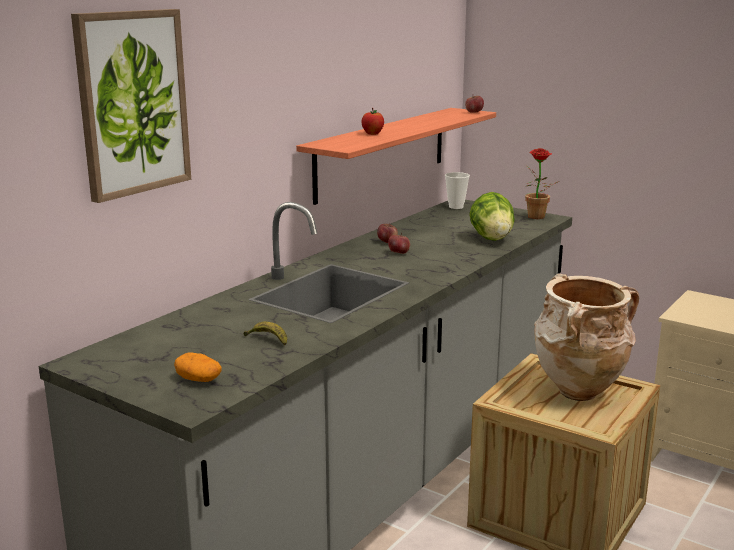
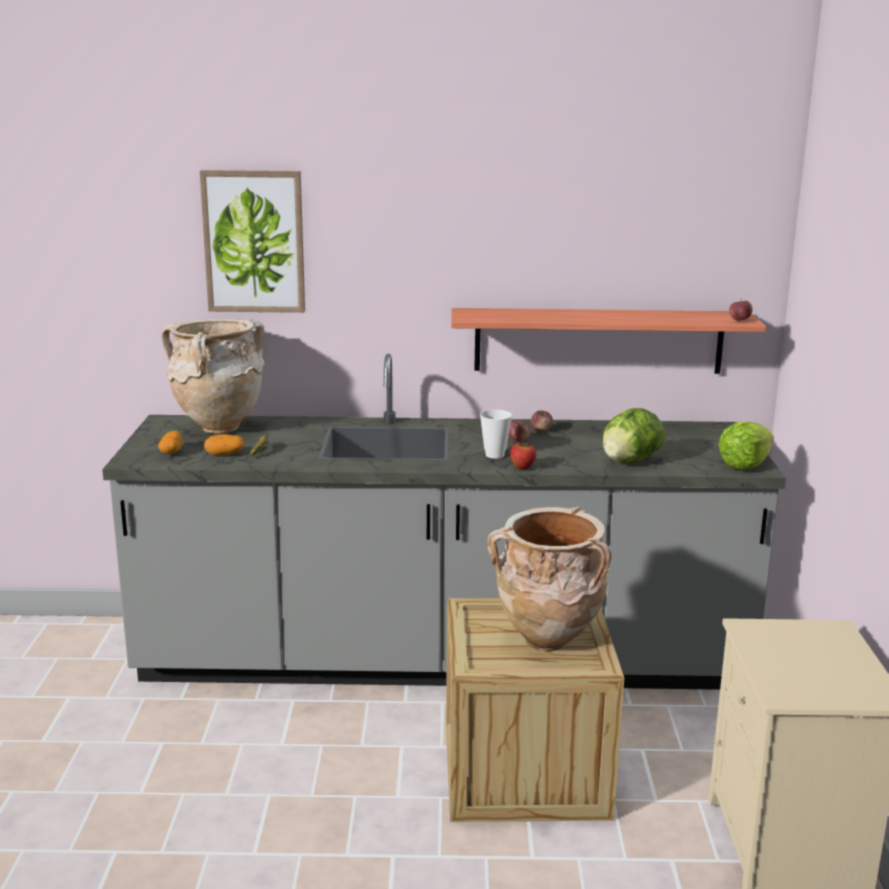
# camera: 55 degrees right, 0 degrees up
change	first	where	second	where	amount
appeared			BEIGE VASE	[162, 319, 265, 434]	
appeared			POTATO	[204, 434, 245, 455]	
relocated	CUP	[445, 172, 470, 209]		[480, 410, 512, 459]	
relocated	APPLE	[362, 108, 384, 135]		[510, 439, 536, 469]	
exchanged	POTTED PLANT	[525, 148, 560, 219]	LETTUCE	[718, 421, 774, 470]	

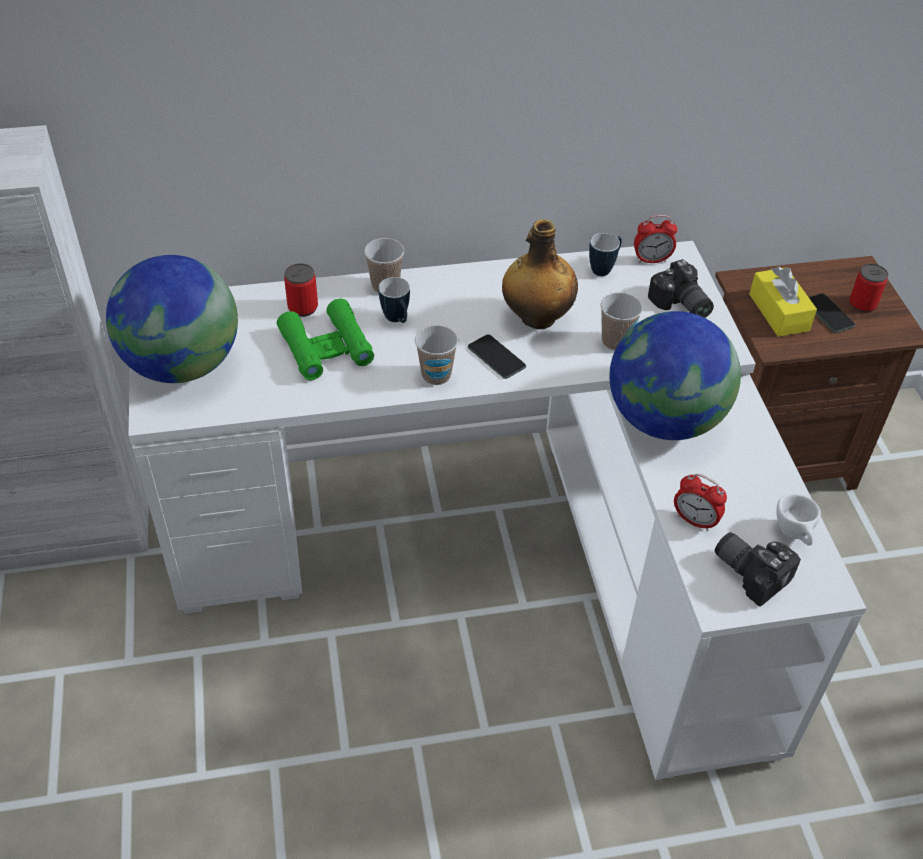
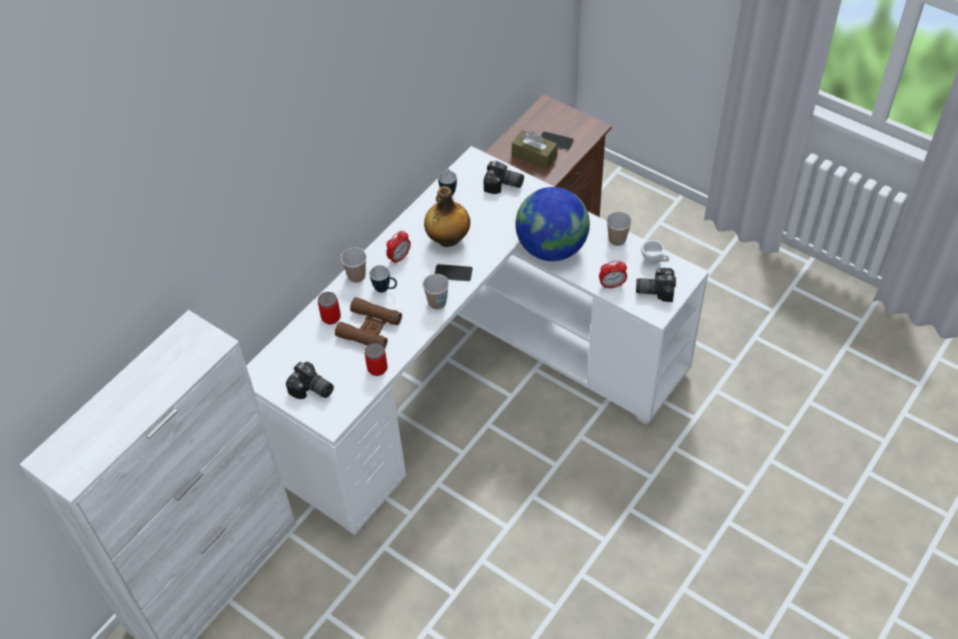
# camera: 40 degrees left, 5 degrees up
change	first	where	second	where	amount
exchanged	GLOBE	[106, 255, 238, 383]	PHOTO CAMERA	[286, 362, 334, 399]	
colour	GREEN BINOCULARS	[277, 299, 374, 380]	BROWN BINOCULARS	[335, 297, 402, 349]	
relocated	CAN	[849, 264, 888, 313]		[365, 343, 388, 376]	
relocated	ALARM CLOCK	[634, 215, 677, 263]		[386, 230, 411, 264]	
colour	YELLOW TISSUE BOX	[749, 267, 817, 337]	BROWN TISSUE BOX	[512, 130, 558, 170]	
relocated	CUP	[601, 292, 643, 351]		[606, 211, 632, 246]	

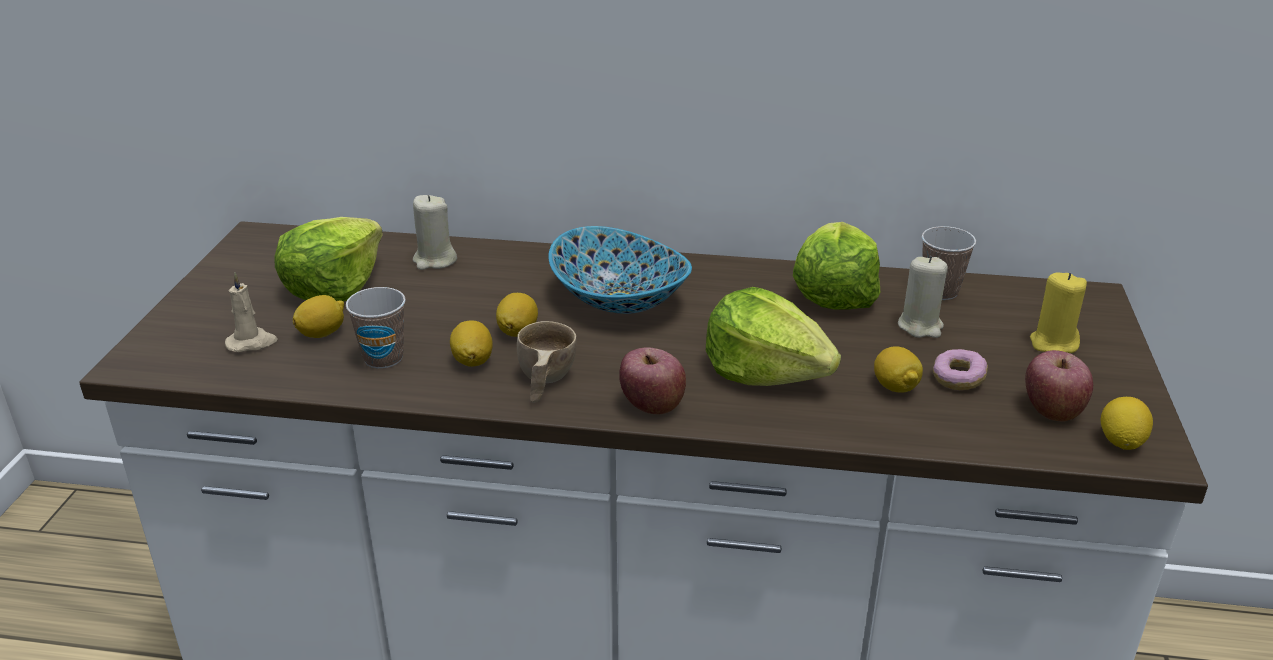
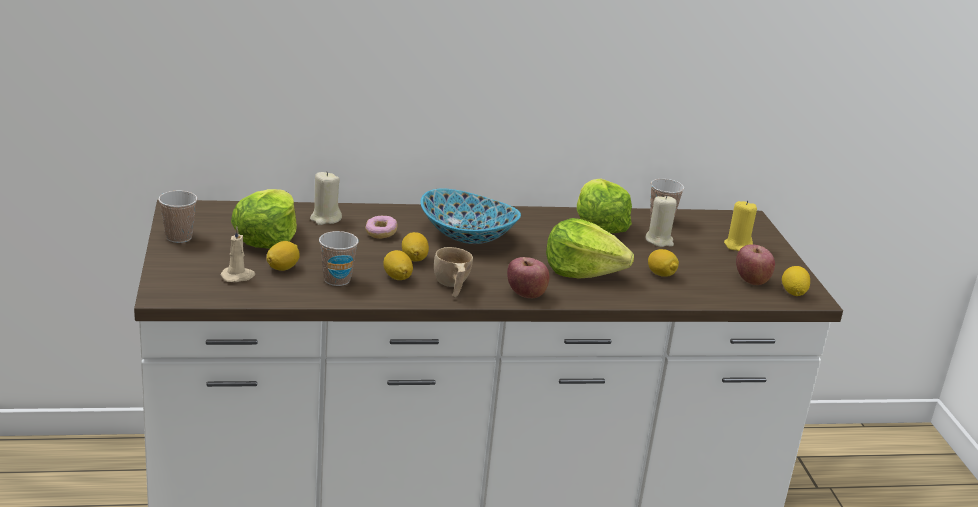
# camera: 20 degrees left, 5 degrees down
change	first	where	second	where	amount
appeared			CUP	[159, 191, 197, 243]	
relocated	DONUT	[933, 349, 988, 390]		[365, 216, 398, 239]	

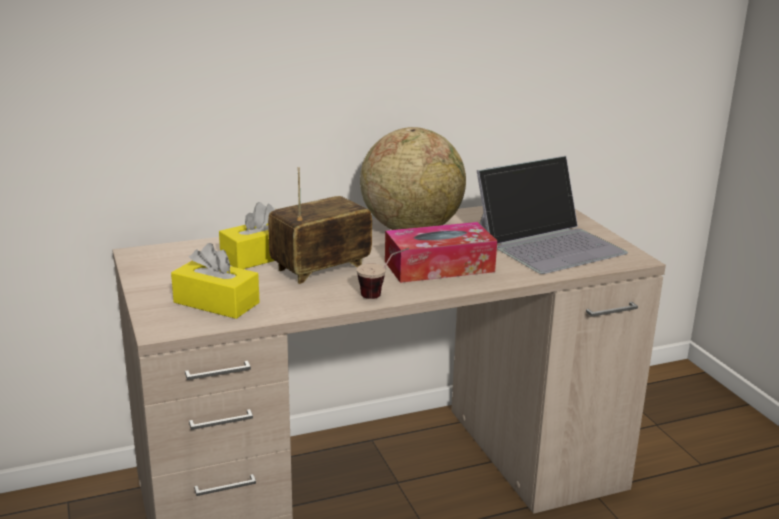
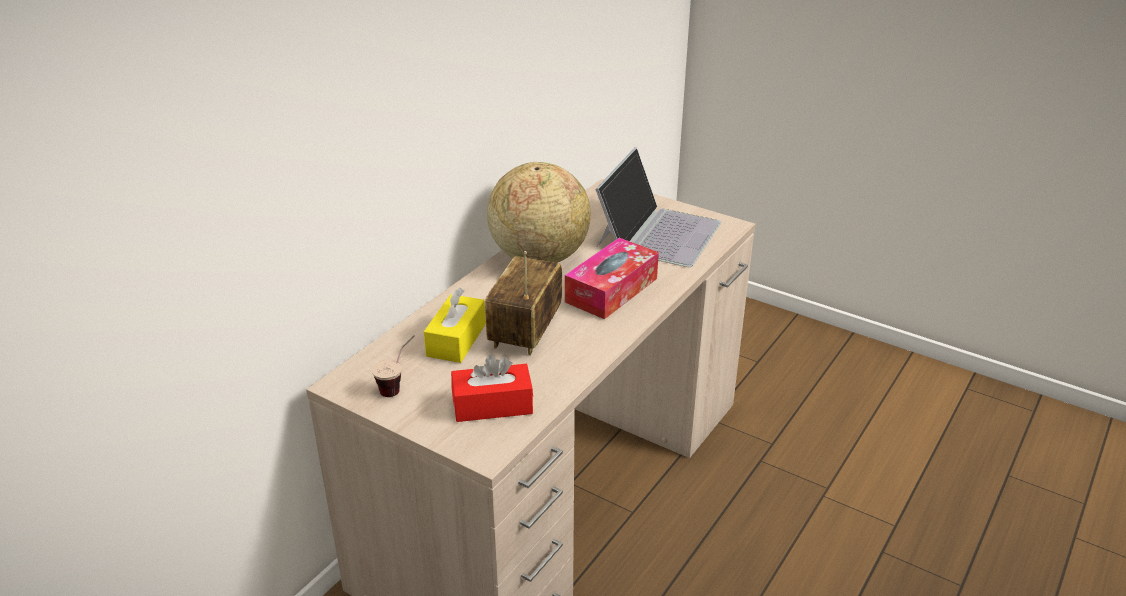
# camera: 35 degrees left, 10 degrees up
change	first	where	second	where	amount
relocated	CUP	[357, 248, 409, 299]		[372, 335, 415, 397]	
colour	YELLOW TISSUE BOX	[171, 243, 260, 319]	RED TISSUE BOX	[451, 354, 533, 422]	

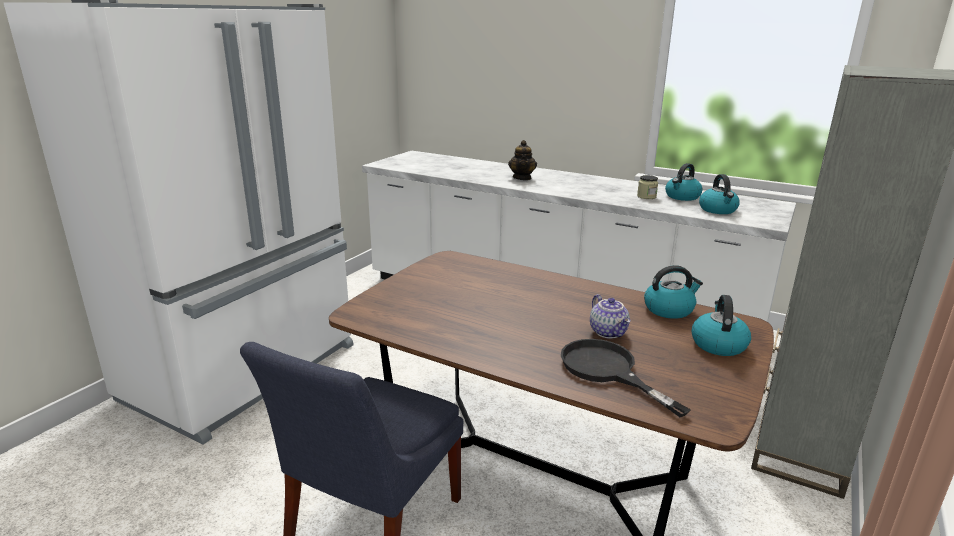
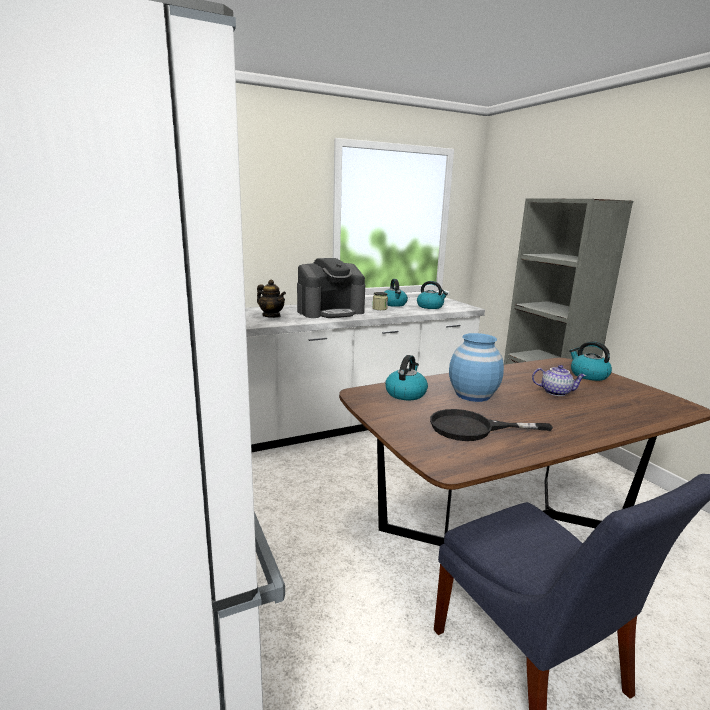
# camera: 55 degrees left, 5 degrees down
change	first	where	second	where	amount
appeared			COFFEE MACHINE	[297, 258, 365, 318]	
relocated	KETTLE	[644, 265, 703, 319]		[385, 355, 428, 400]	
relocated	BLACK FRYING PAN	[561, 339, 691, 417]		[430, 409, 553, 441]	
appeared			BLUE VASE	[449, 333, 504, 402]	

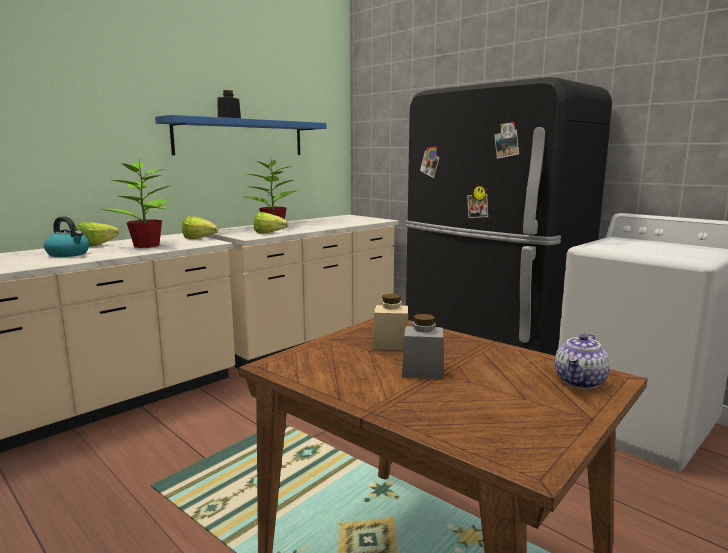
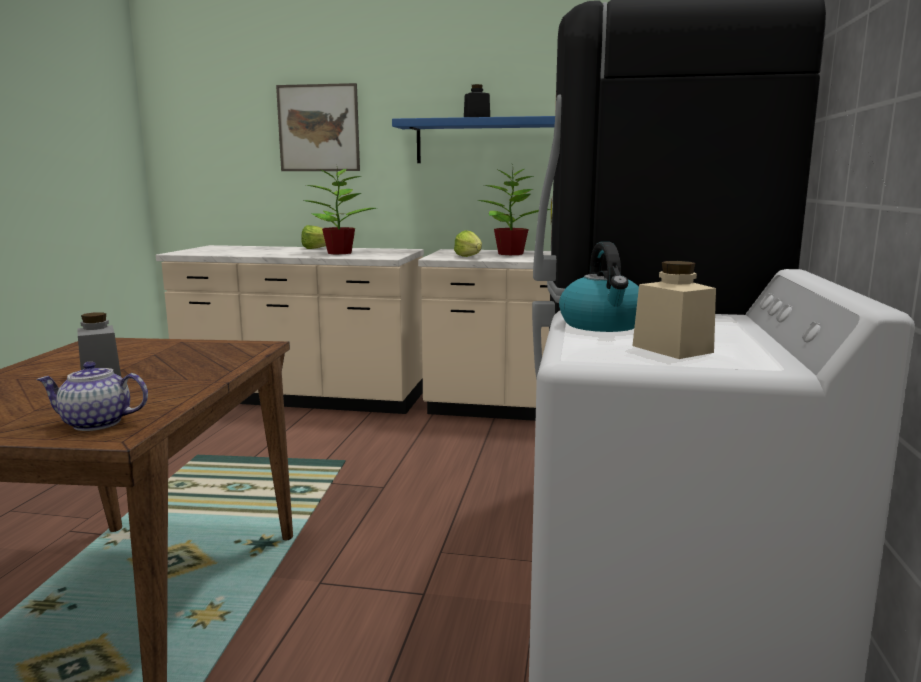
# camera: 55 degrees right, 0 degrees up
change	first	where	second	where	amount
appeared			PICTURE	[276, 83, 360, 171]	
relocated	KETTLE	[44, 216, 89, 257]		[559, 242, 639, 332]	
relocated	BEIGE JAR	[372, 294, 408, 350]		[632, 261, 716, 359]	
missing	LETTUCE	[182, 216, 219, 239]			

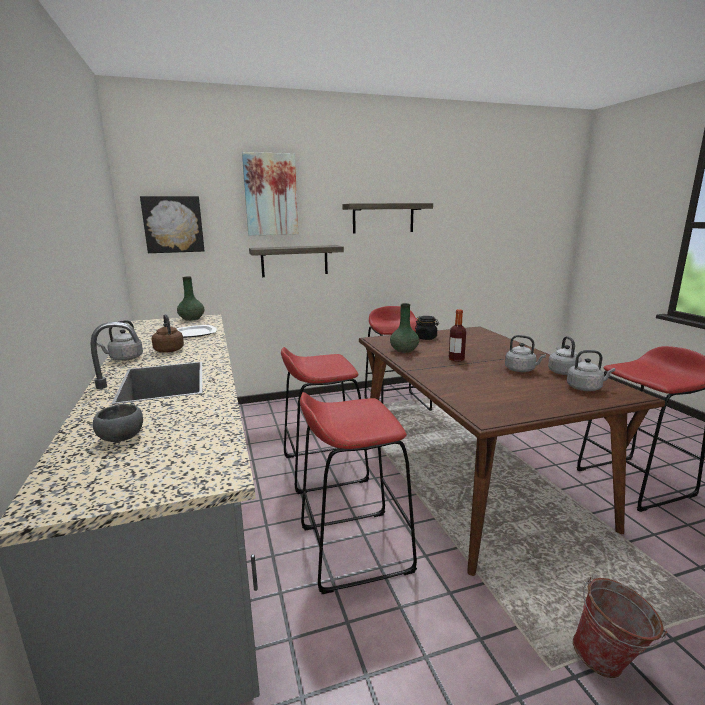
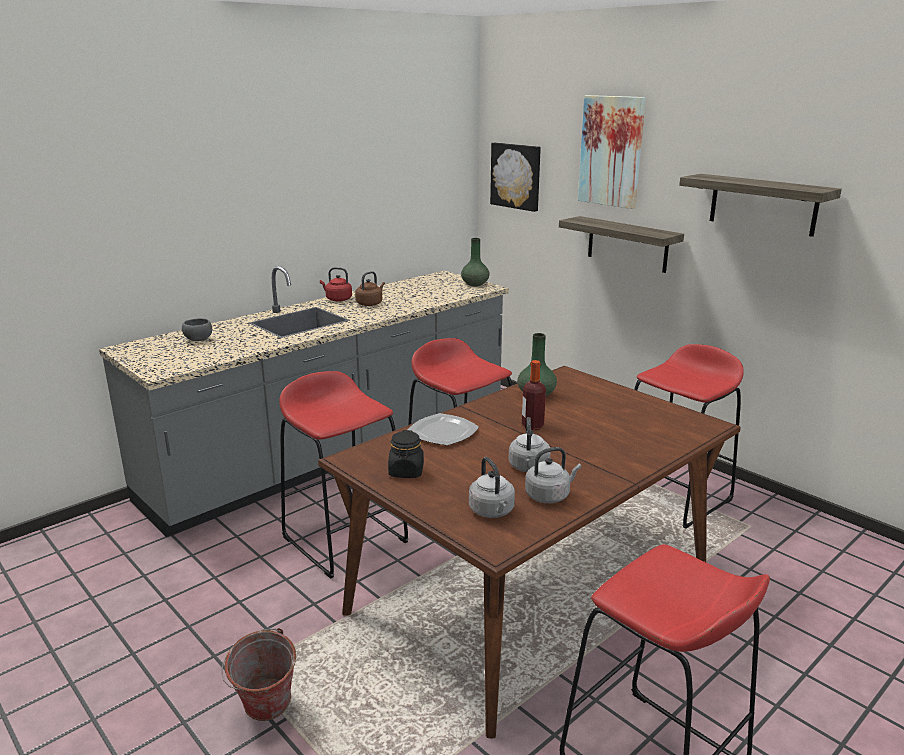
# camera: 65 degrees right, 5 degrees up
change	first	where	second	where	amount
colour	GREY KETTLE	[96, 320, 143, 361]	RED KETTLE	[320, 267, 352, 302]	
relocated	BLACK JAR	[415, 316, 439, 340]		[388, 430, 424, 478]	
relocated	PLATE	[176, 325, 217, 338]		[408, 413, 479, 446]	

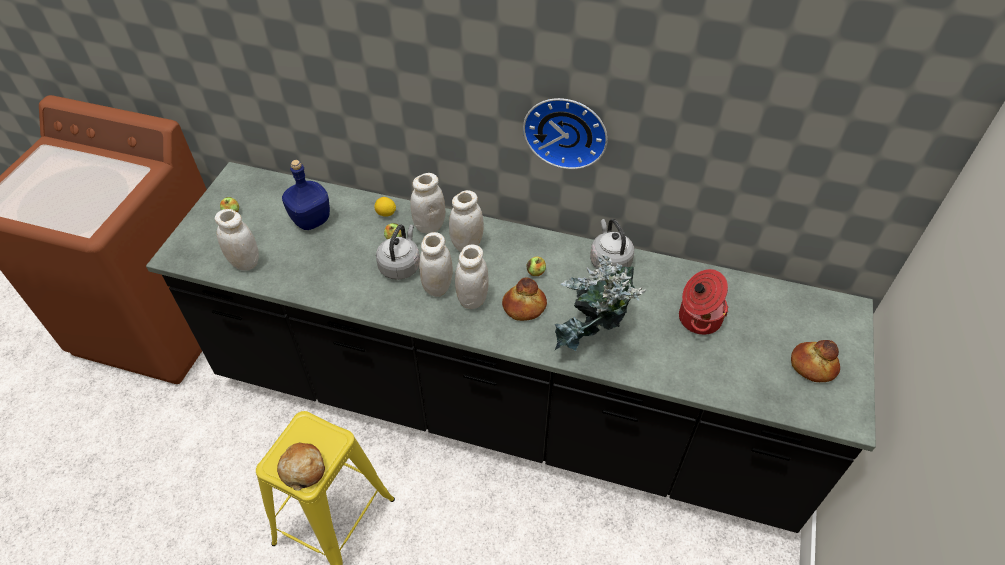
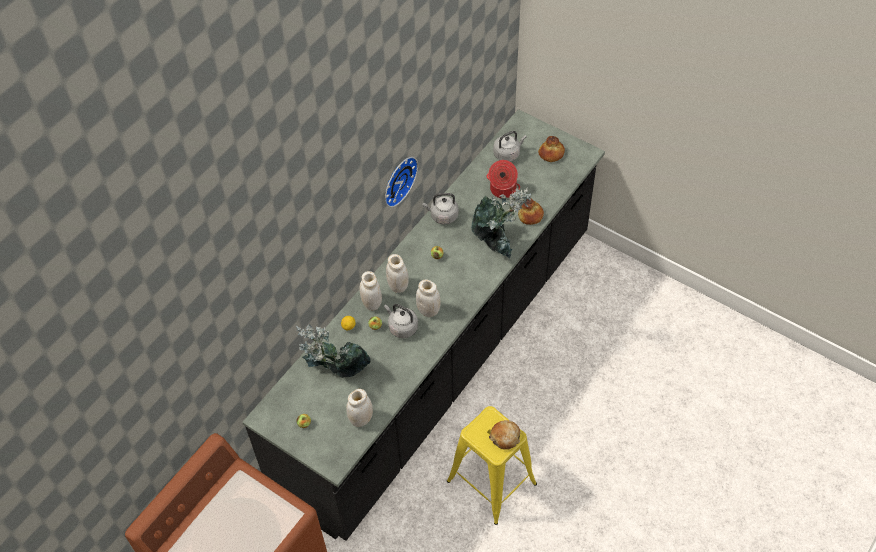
# camera: 70 degrees left, 5 degrees up
change	first	where	second	where	amount
exchanged	BLUE BOTTLE	[282, 160, 330, 230]	POTTED PLANT	[296, 324, 371, 378]	
appeared			GREY KETTLE	[493, 131, 527, 162]	
relocated	BREAD	[502, 277, 547, 321]		[518, 198, 544, 225]	
missing	WHITE JAR	[455, 245, 489, 309]			

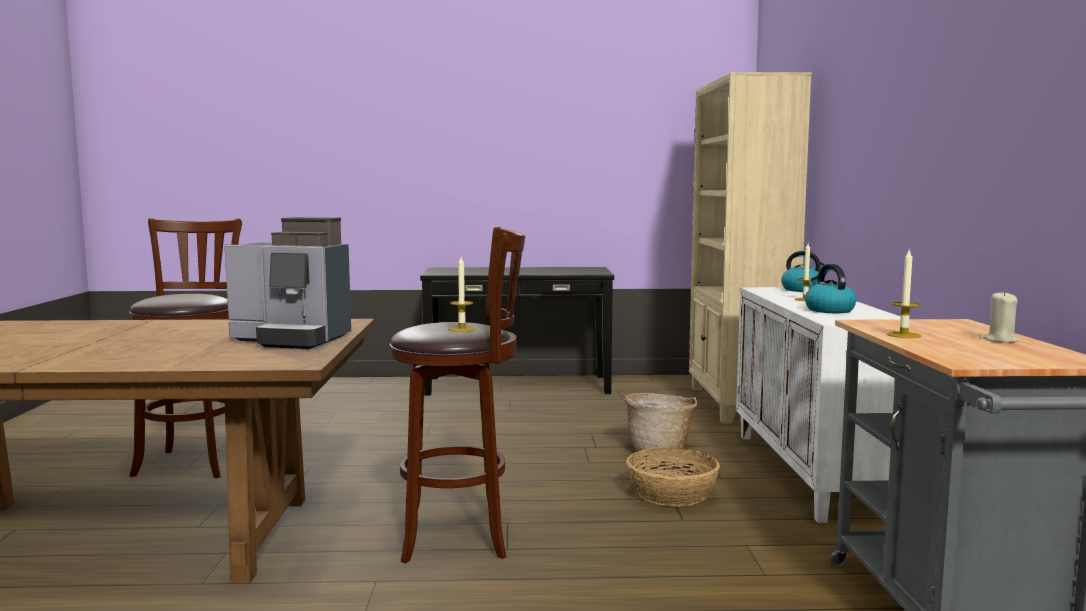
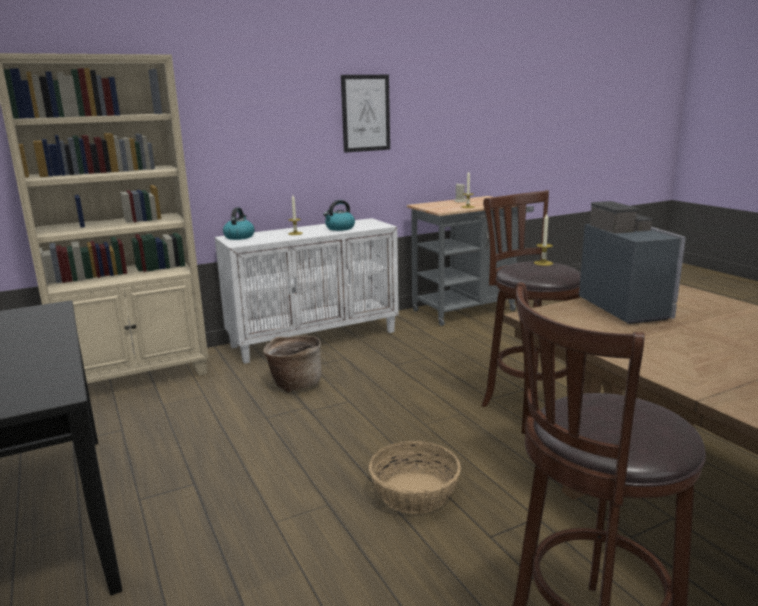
# camera: 115 degrees left, 10 degrees up
change	first	where	second	where	amount
appeared			PICTURE	[341, 75, 390, 153]	
relocated	BASKET	[626, 447, 720, 507]		[369, 441, 461, 514]	

